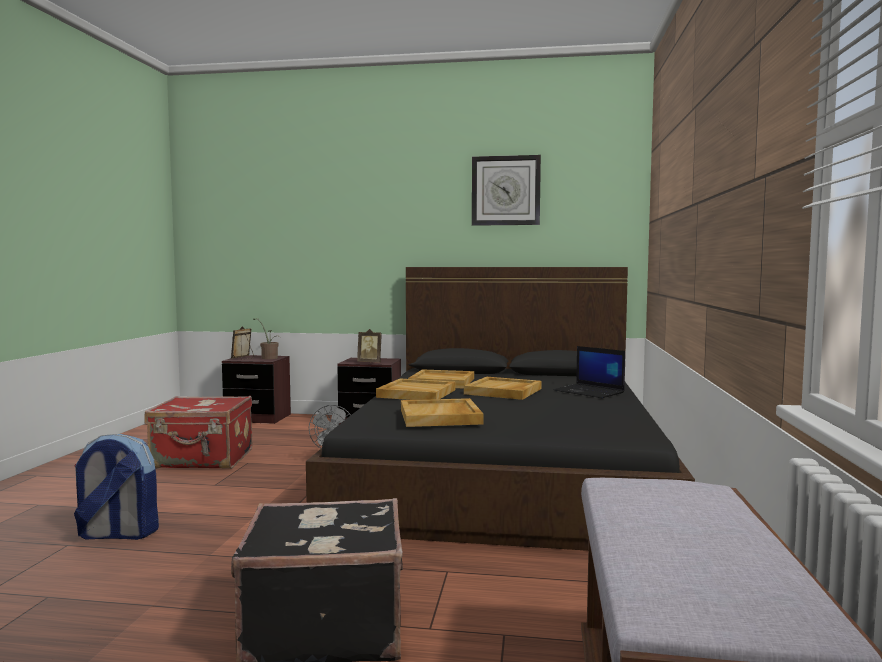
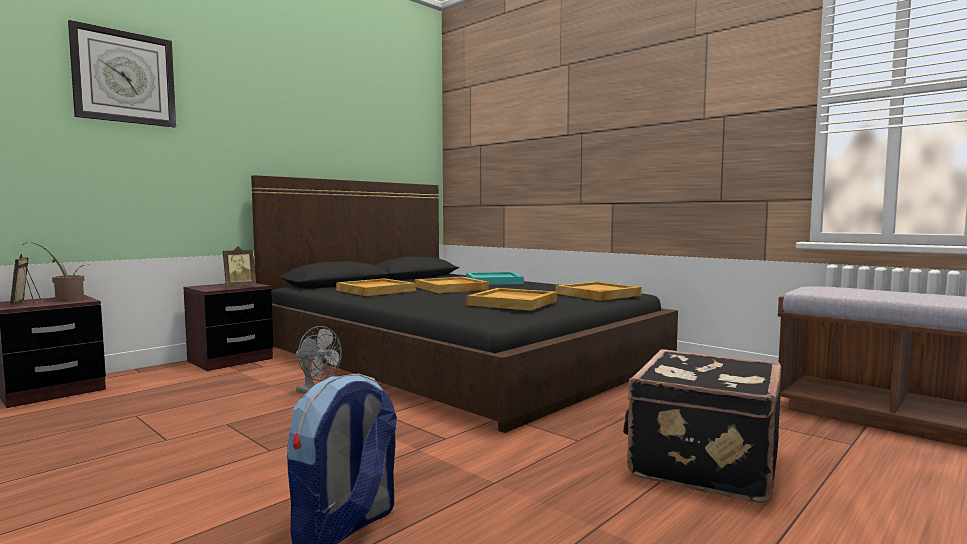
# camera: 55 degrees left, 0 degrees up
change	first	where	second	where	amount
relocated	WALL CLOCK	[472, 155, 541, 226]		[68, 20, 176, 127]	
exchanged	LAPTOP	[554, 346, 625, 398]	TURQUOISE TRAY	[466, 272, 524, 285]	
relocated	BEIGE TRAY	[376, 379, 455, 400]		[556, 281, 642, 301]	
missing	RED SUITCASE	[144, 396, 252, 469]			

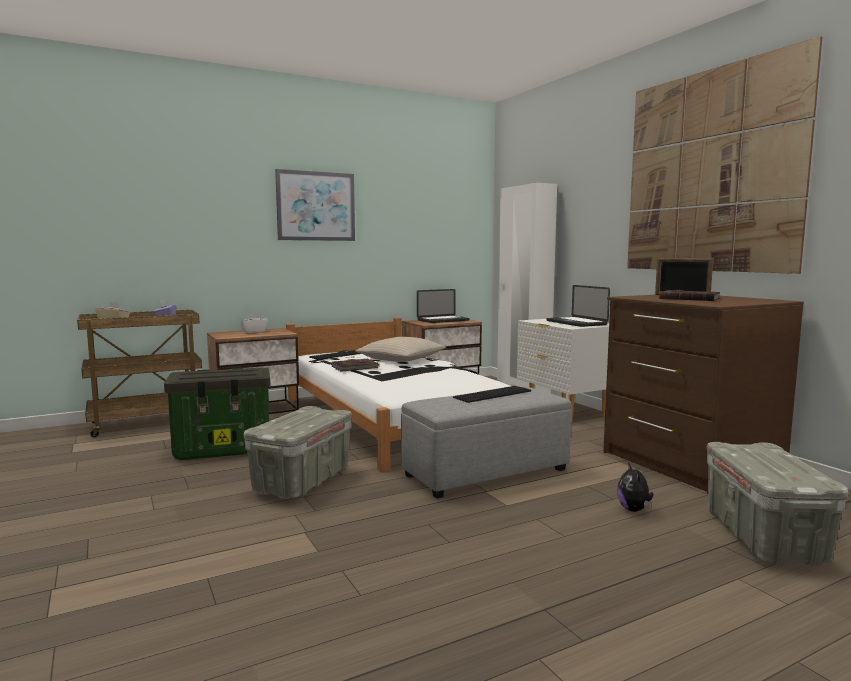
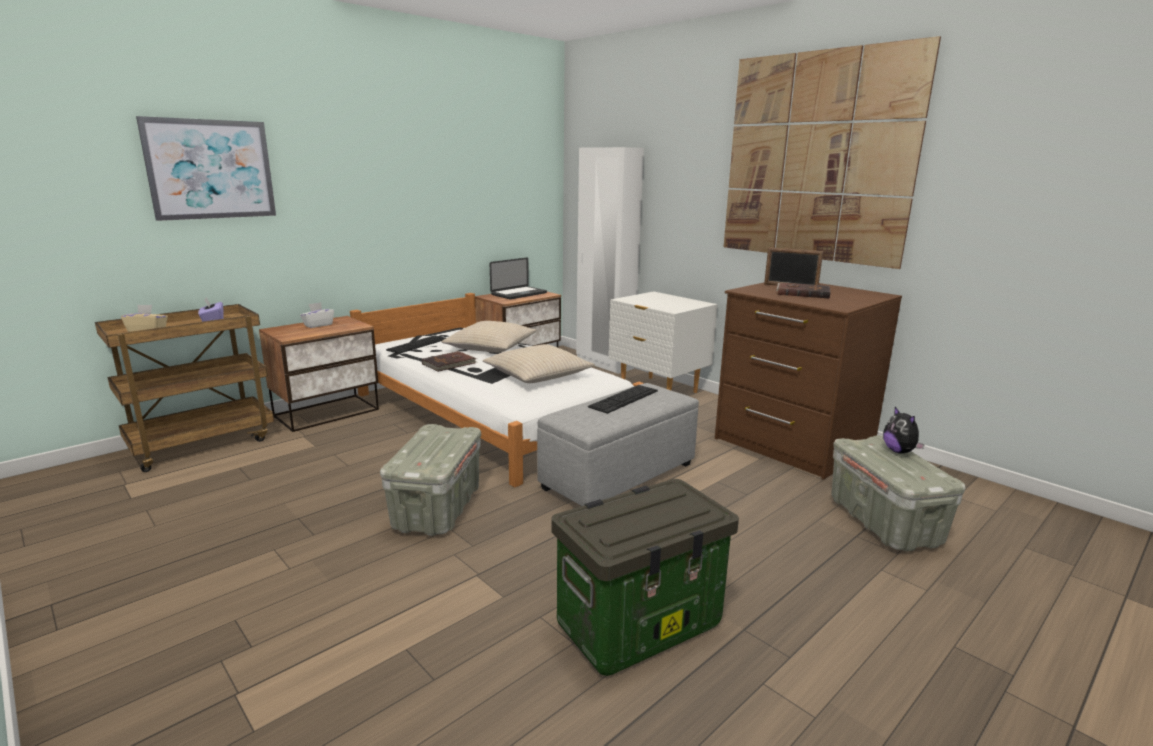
# camera: 15 degrees left, 10 degrees up
change	first	where	second	where	amount
relocated	PICTURE	[275, 169, 355, 241]		[136, 116, 276, 221]	
appeared			BEIGE PILLOW	[483, 344, 595, 383]	
relocated	STORAGE BOX	[164, 367, 270, 460]		[551, 479, 739, 676]	
relocated	PLUSH TOY	[617, 462, 653, 512]		[883, 407, 925, 454]	
missing	LAPTOP	[547, 285, 610, 327]			

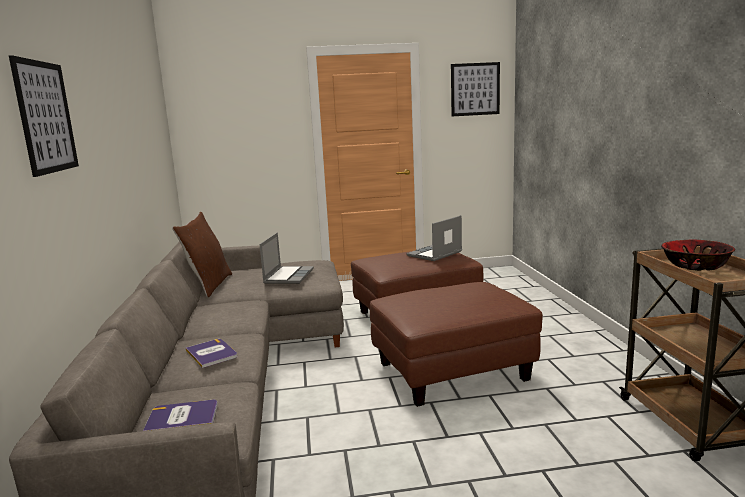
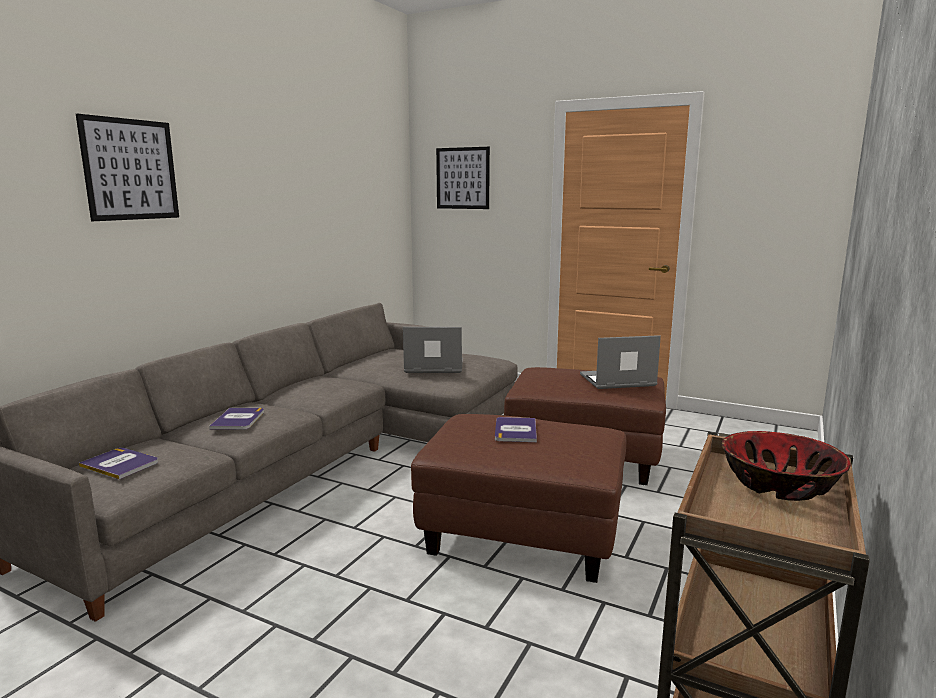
# camera: 35 degrees right, 0 degrees up
change	first	where	second	where	amount
spun	LAPTOP	[259, 233, 314, 284]		[403, 327, 463, 373]	135 degrees counterclockwise
relocated	PICTURE	[451, 62, 500, 116]		[436, 147, 490, 209]	
appeared			BOOK	[495, 417, 537, 442]	
missing	BROWN PILLOW	[172, 212, 232, 297]			

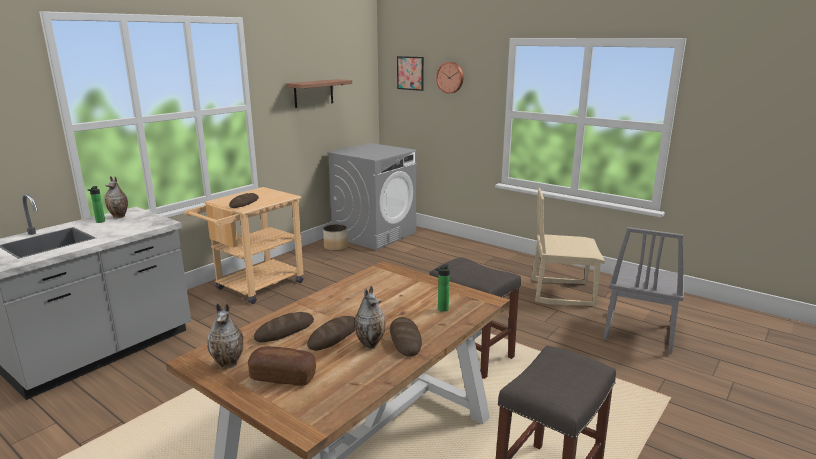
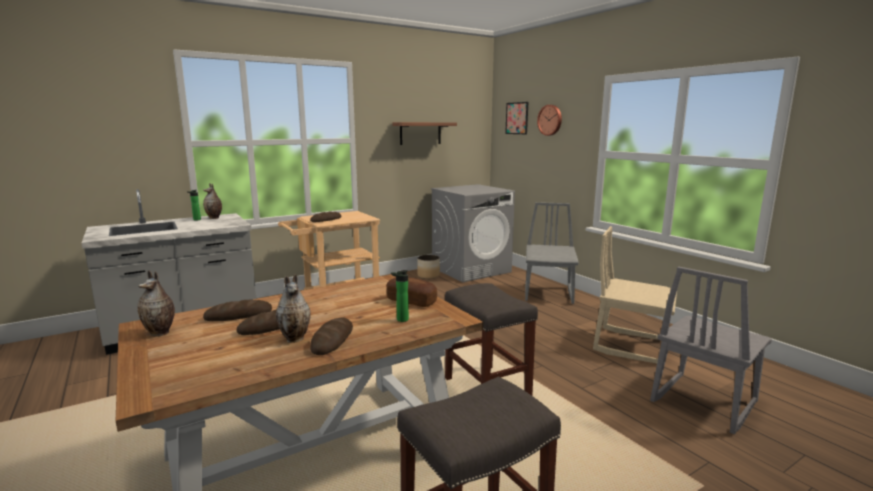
# camera: 20 degrees right, 5 degrees down
change	first	where	second	where	amount
relocated	BREAD	[248, 346, 316, 386]		[386, 277, 437, 307]	
appeared			GREY CHAIR	[525, 202, 578, 304]	

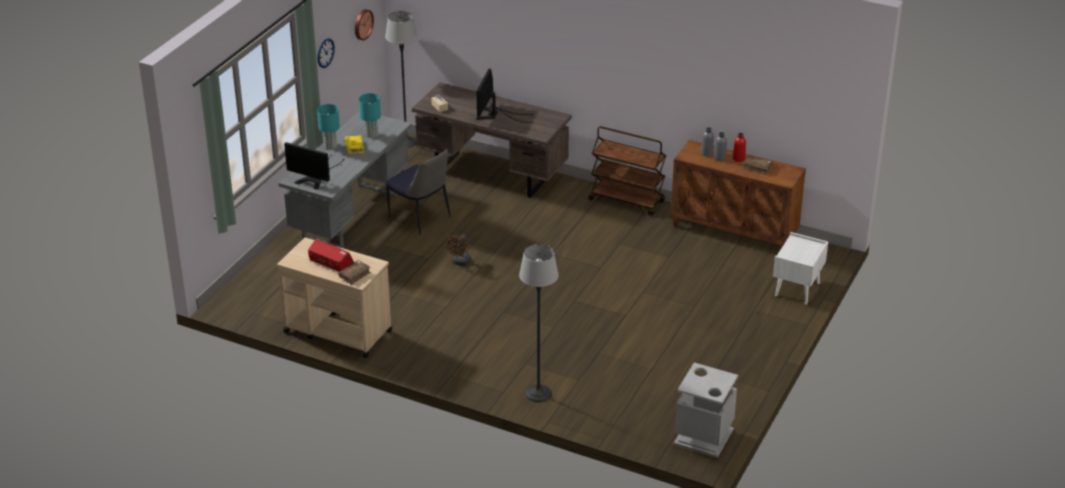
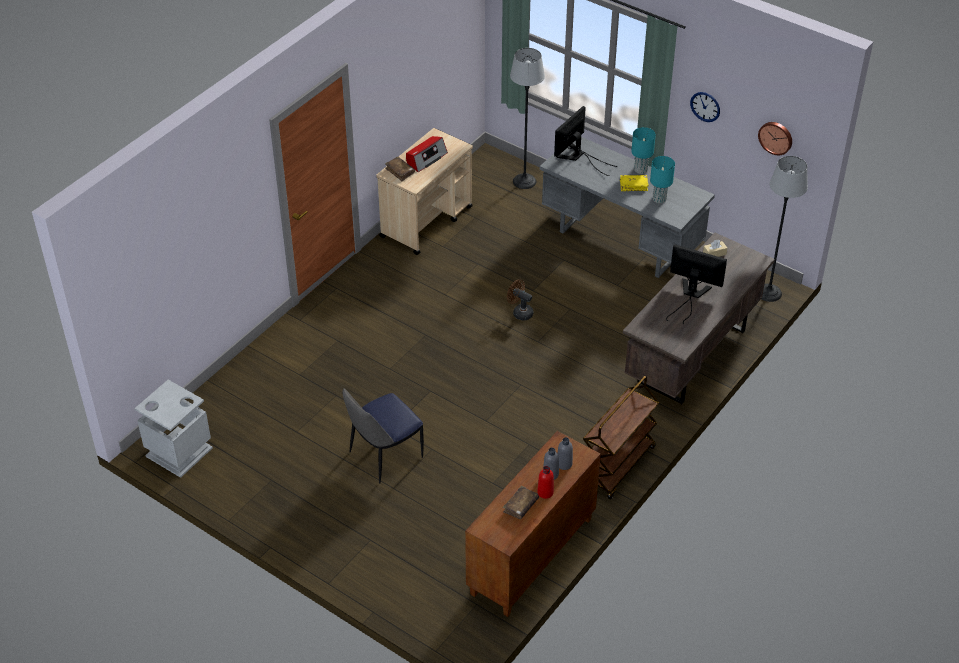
# camera: 100 degrees right, 10 degrees up
change	first	where	second	where	amount
relocated	CHAIR	[386, 149, 451, 235]		[342, 388, 424, 484]	
relocated	FLOOR LAMP	[519, 244, 559, 402]		[510, 48, 545, 189]	
missing	WHITE NIGHTSTAND	[773, 232, 828, 305]			

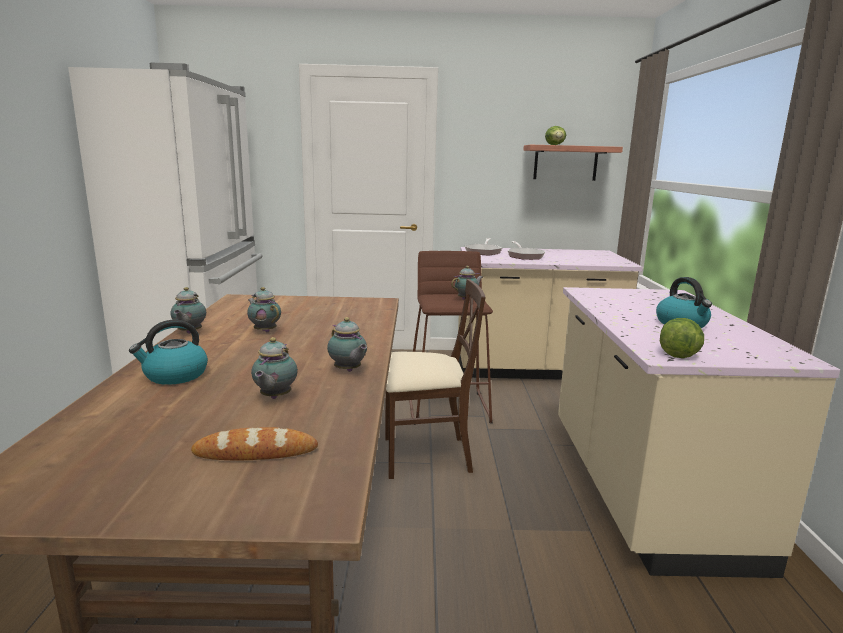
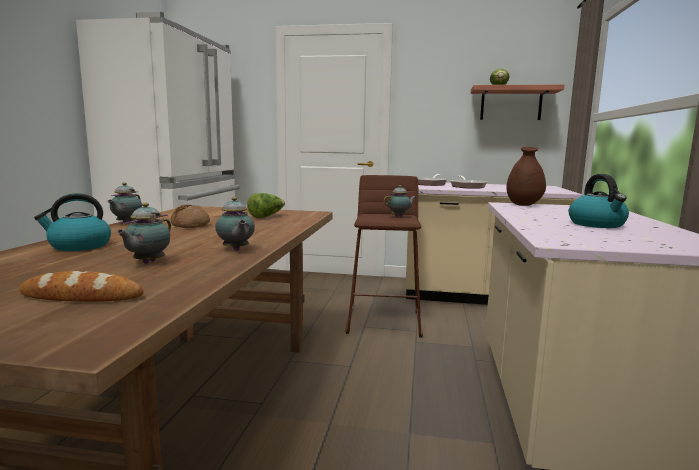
# camera: 10 degrees right, 5 degrees down
change	first	where	second	where	amount
exchanged	TEAPOT	[247, 287, 281, 332]	BREAD	[171, 205, 210, 228]	
relocated	LETTUCE	[660, 318, 704, 358]		[247, 193, 285, 218]	
appeared			BROWN VASE	[506, 147, 546, 206]	
missing	BEIGE CHAIR	[385, 279, 486, 479]			

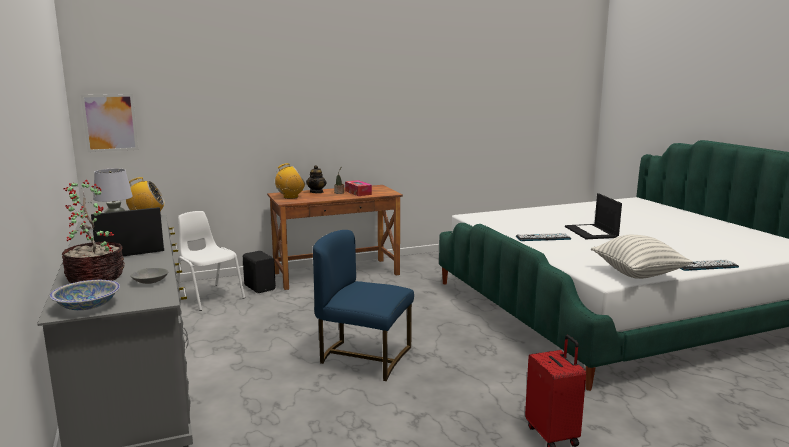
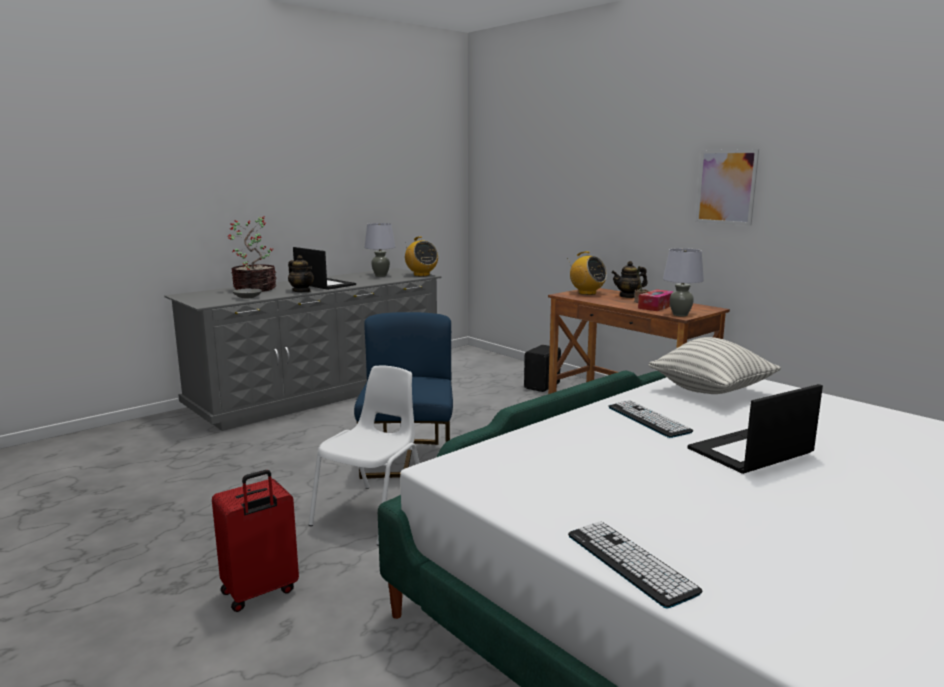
# camera: 70 degrees right, 0 degrees up
change	first	where	second	where	amount
appeared			TEAPOT	[288, 255, 314, 292]	
relocated	WHITE CHAIR	[177, 211, 245, 311]		[309, 365, 420, 546]	
relocated	PILLOW	[591, 235, 693, 279]		[649, 337, 781, 394]	
appeared			GREY TABLE LAMP	[663, 248, 704, 316]	
relocated	PICTURE	[81, 94, 138, 152]		[696, 149, 759, 226]	
missing	BOWL	[49, 280, 120, 310]			

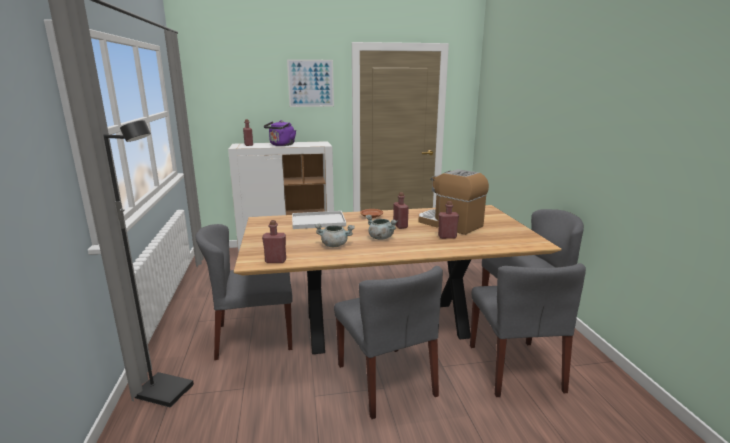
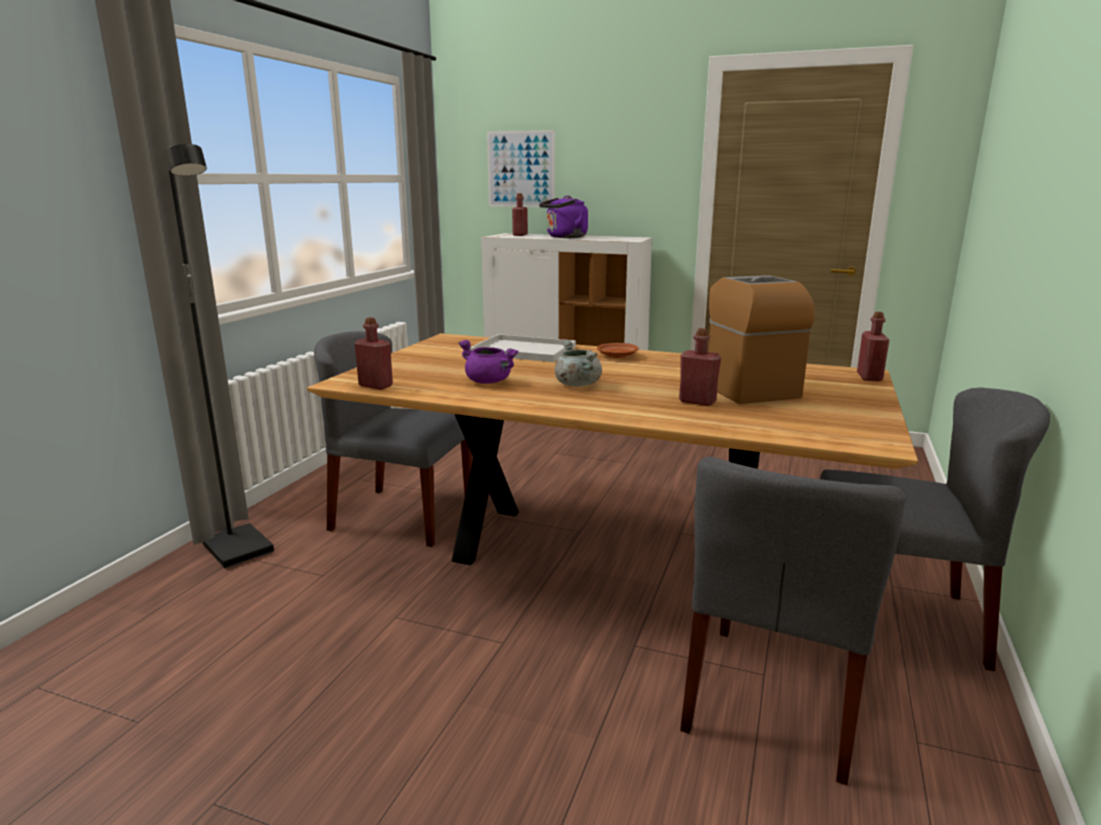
# camera: 30 degrees right, 0 degrees up
change	first	where	second	where	amount
colour	GREY COOKING POT	[315, 224, 355, 247]	PURPLE COOKING POT	[458, 340, 518, 384]	
relocated	PICTURE	[287, 59, 334, 107]		[487, 130, 555, 207]	
relocated	RED BOTTLE	[393, 192, 409, 229]		[857, 312, 889, 381]	
missing	GREY CHAIR	[334, 266, 443, 419]			

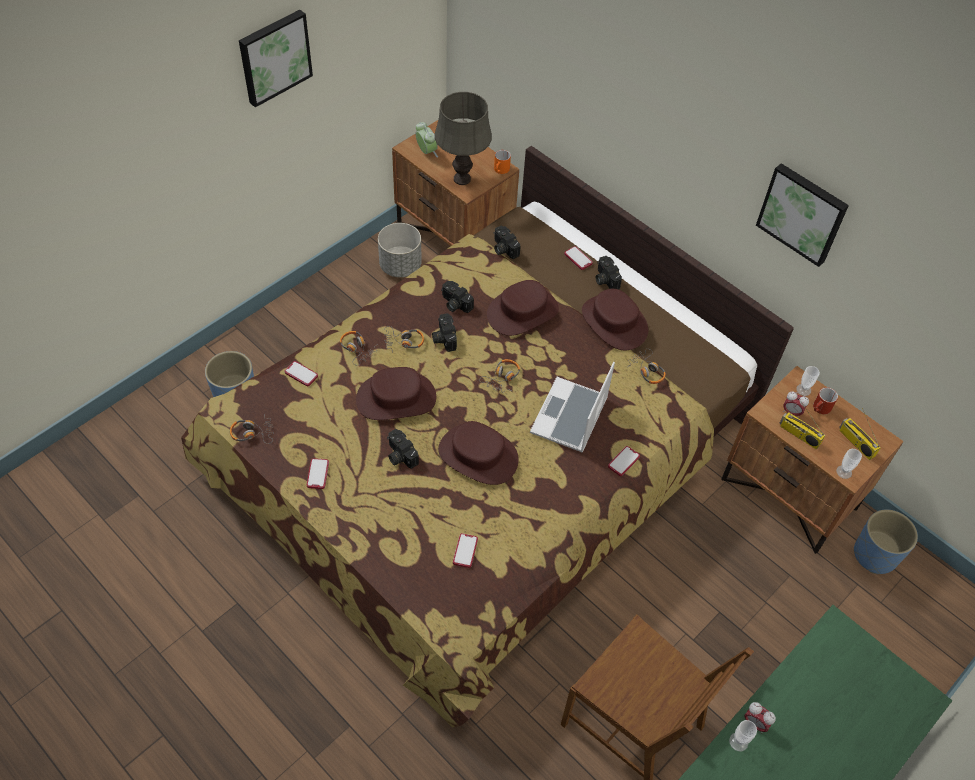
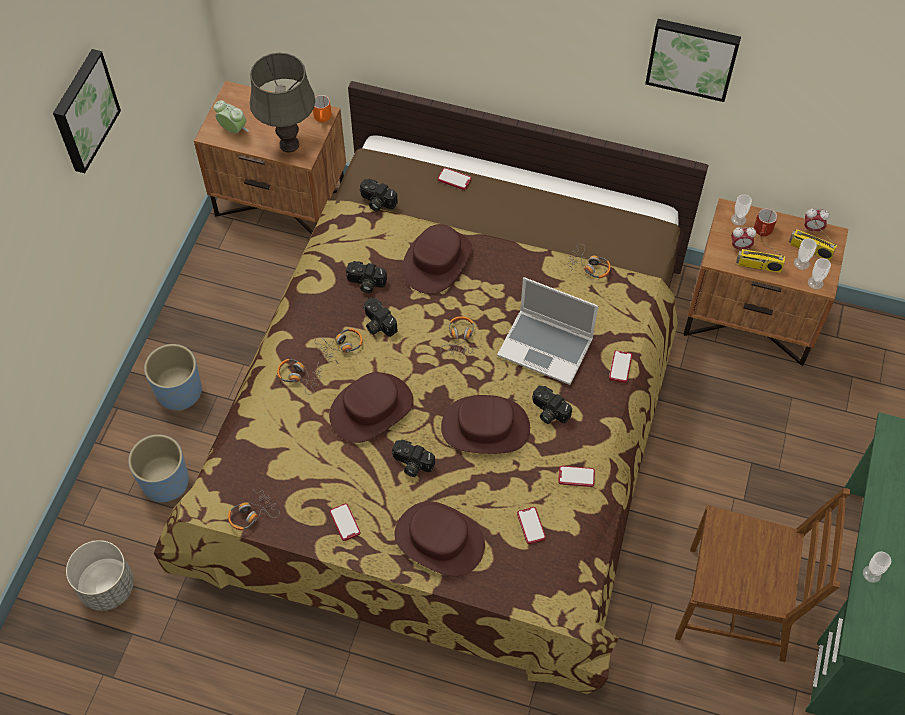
# camera: 25 degrees left, 5 degrees up
change	first	where	second	where	amount
relocated	GREY PLANTER	[378, 223, 422, 277]		[66, 540, 134, 611]	
relocated	BLUE PLANTER	[854, 509, 918, 574]		[144, 344, 202, 411]	
relocated	BROWN HAT	[582, 289, 648, 350]		[394, 501, 485, 576]	
spun	LAPTOP	[530, 362, 615, 453]		[497, 277, 598, 385]	60 degrees counterclockwise
relocated	PHOTO CAMERA	[596, 256, 622, 290]		[532, 386, 572, 424]	
relocated	PHONE	[285, 361, 318, 387]		[558, 466, 595, 487]	
appeared			CUP	[794, 238, 817, 270]	
relocated	ALARM CLOCK	[744, 702, 776, 733]		[804, 208, 830, 233]	

